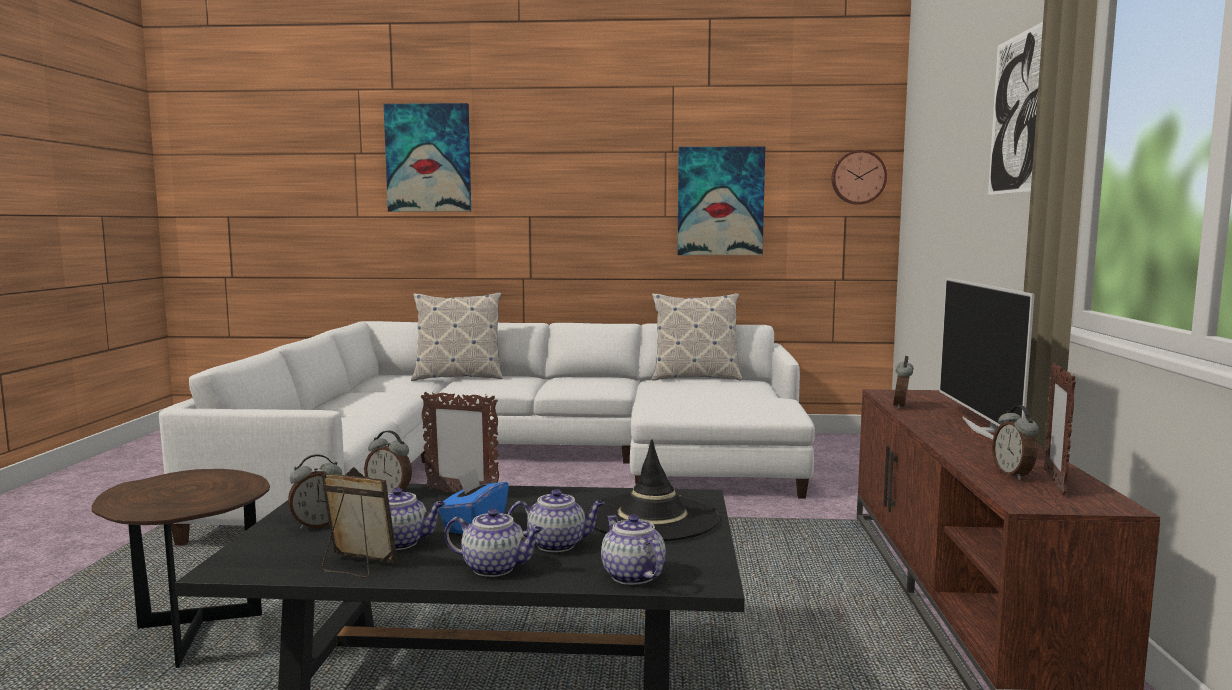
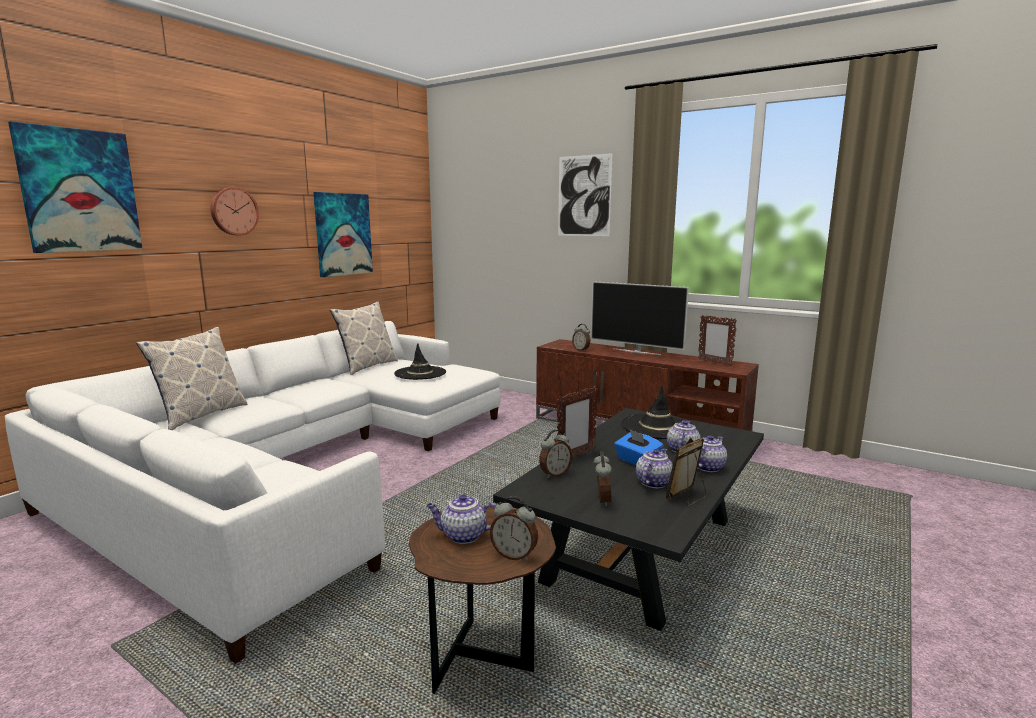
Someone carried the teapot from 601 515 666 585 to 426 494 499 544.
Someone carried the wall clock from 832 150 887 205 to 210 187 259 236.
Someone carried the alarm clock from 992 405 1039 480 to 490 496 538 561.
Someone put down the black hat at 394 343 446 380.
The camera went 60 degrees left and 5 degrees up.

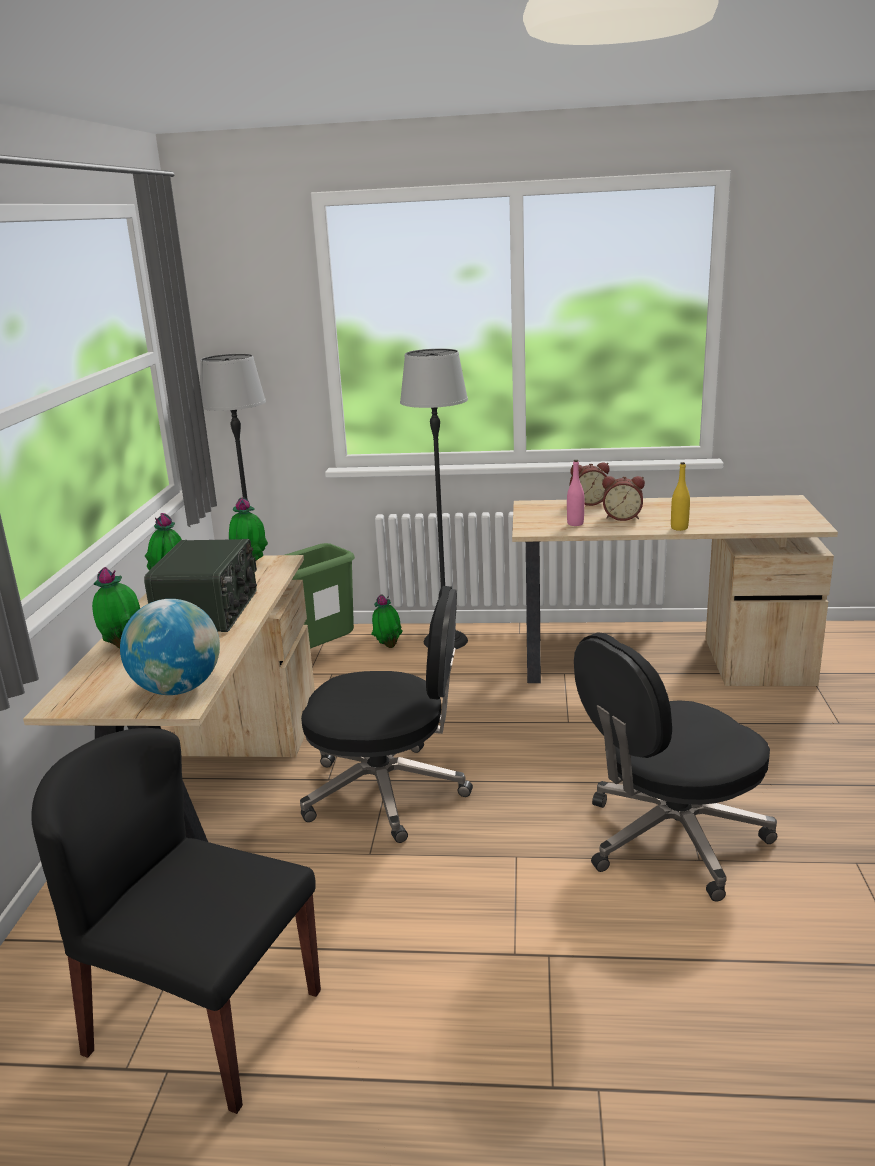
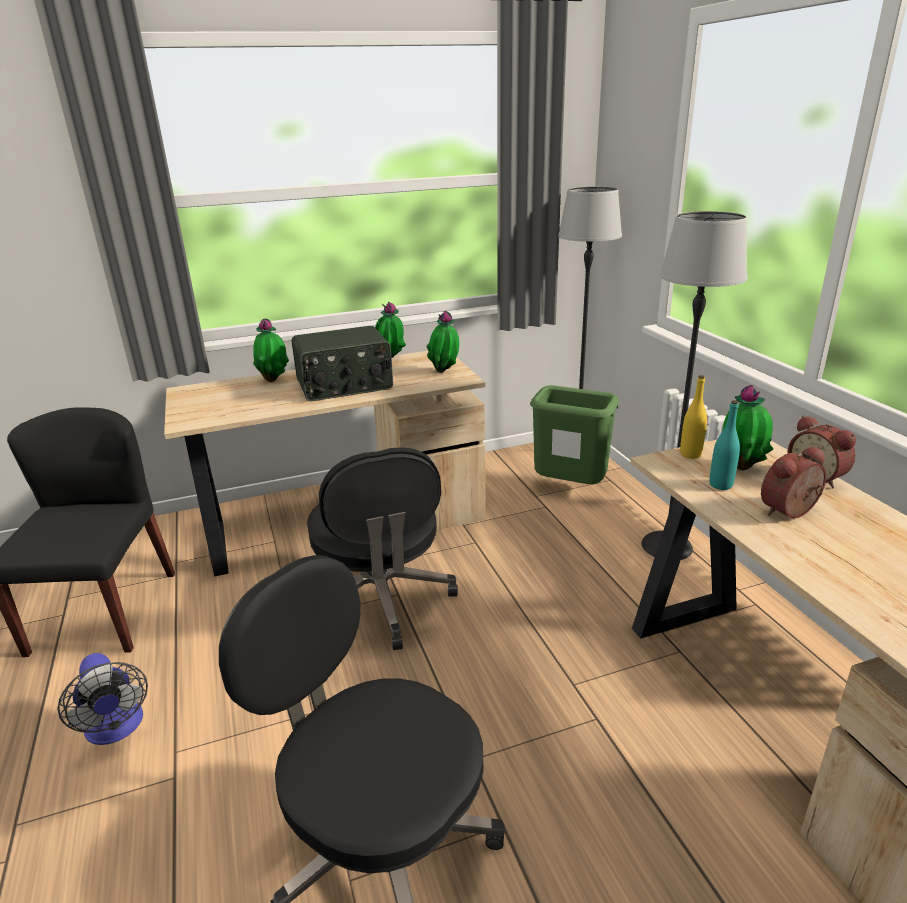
Someone took away the globe at 120 599 220 695.
Someone carried the potted plant from 371 595 403 648 to 722 385 774 470.
Someone repainted the pink bottle at 567 460 584 526, which became the turquoise bottle at 709 400 740 490.
Someone rotated the alarm clock at 602 476 645 521 by 75 degrees clockwise.
Someone carried the yellow bottle from 671 462 690 531 to 680 375 707 459.
Someone put down the fan at 57 653 148 745.
The camera went 65 degrees right and 5 degrees up.

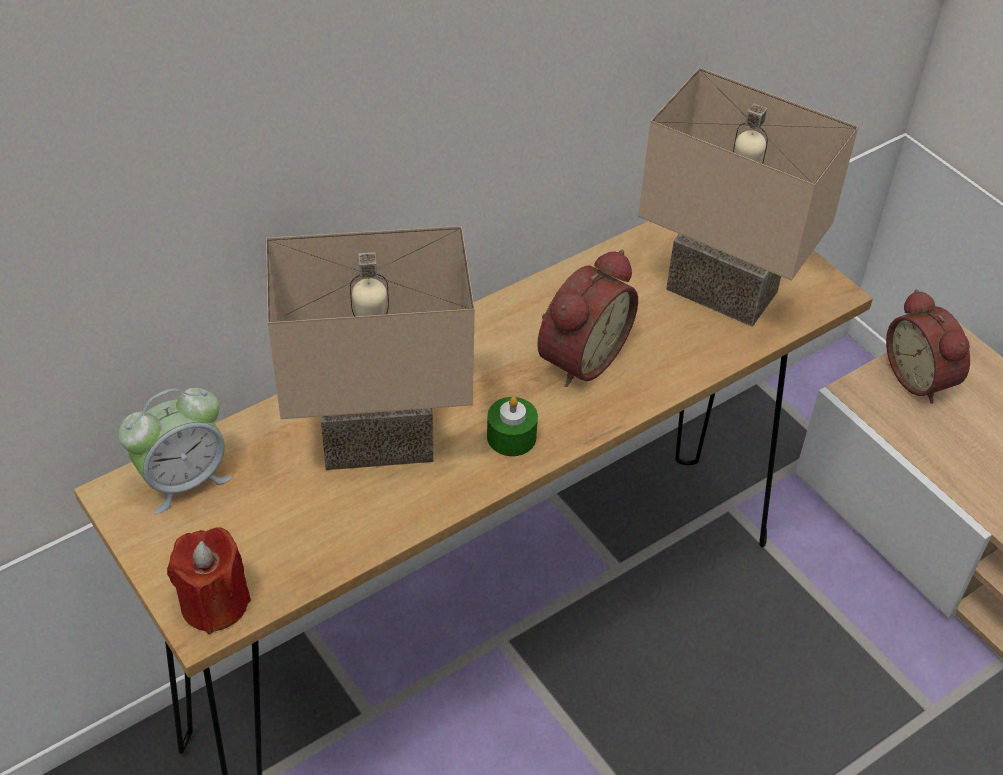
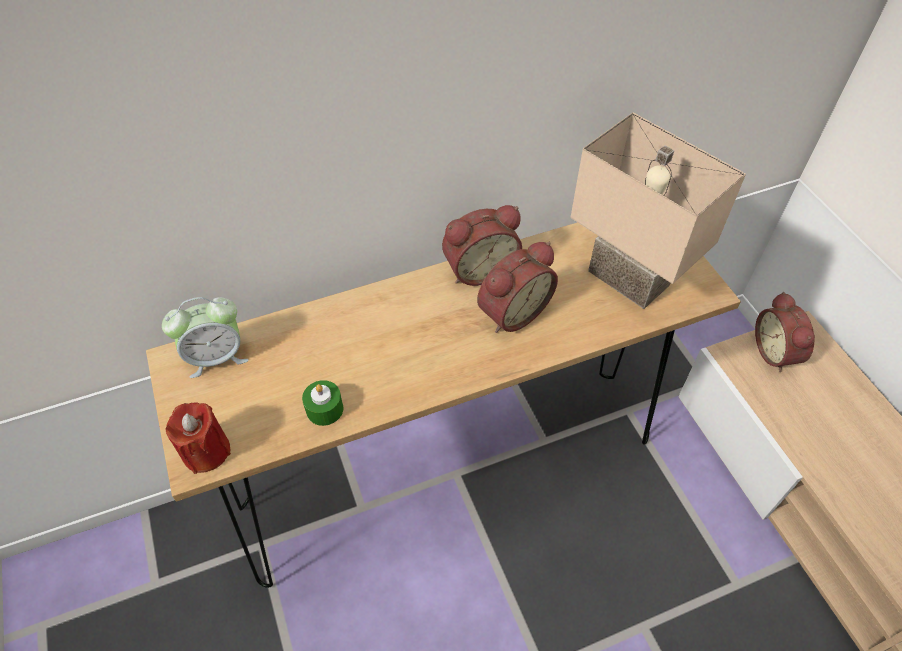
Someone took away the beige table lamp at 266 226 475 470.
Someone carried the green candle from 487 397 538 456 to 302 380 343 426.
Someone put down the alarm clock at 442 205 522 286.
The camera went 15 degrees right and 5 degrees up.

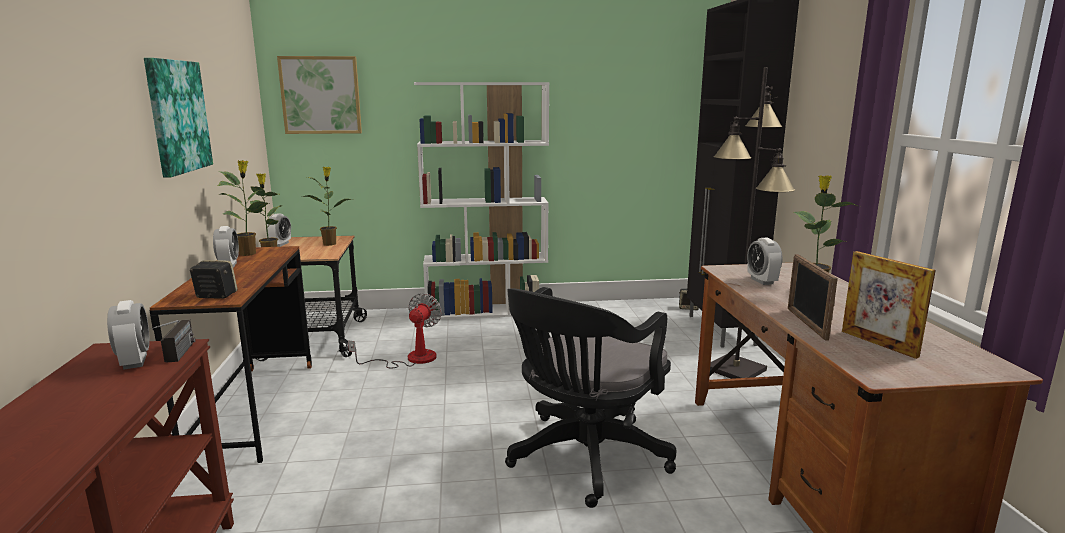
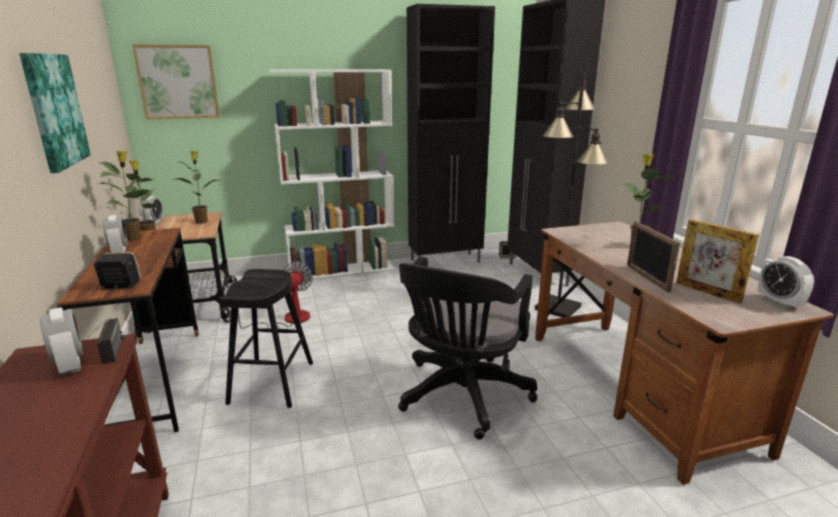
Someone carried the alarm clock from 747 238 783 285 to 758 256 814 309.
Someone put down the black stool at 219 269 313 408.
Someone put down the black cabinet at 407 4 495 263.
The camera went 10 degrees left and 5 degrees up.

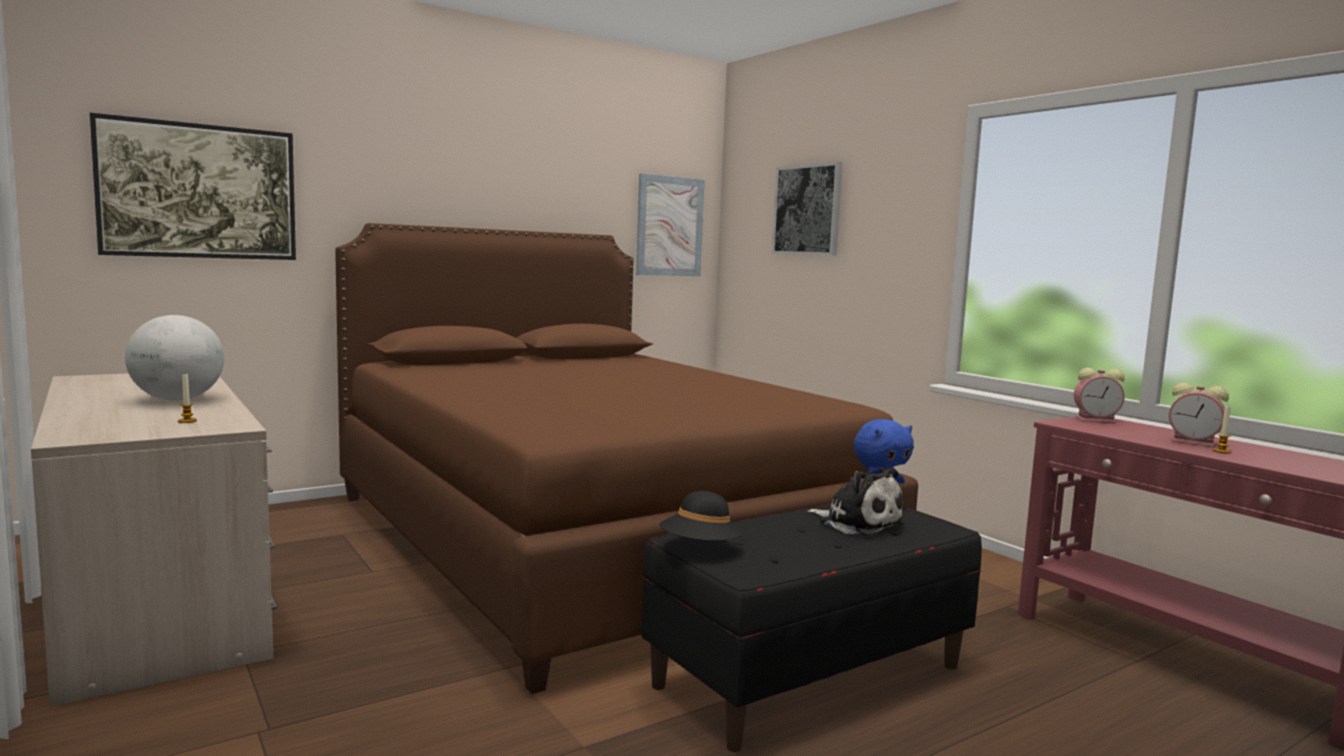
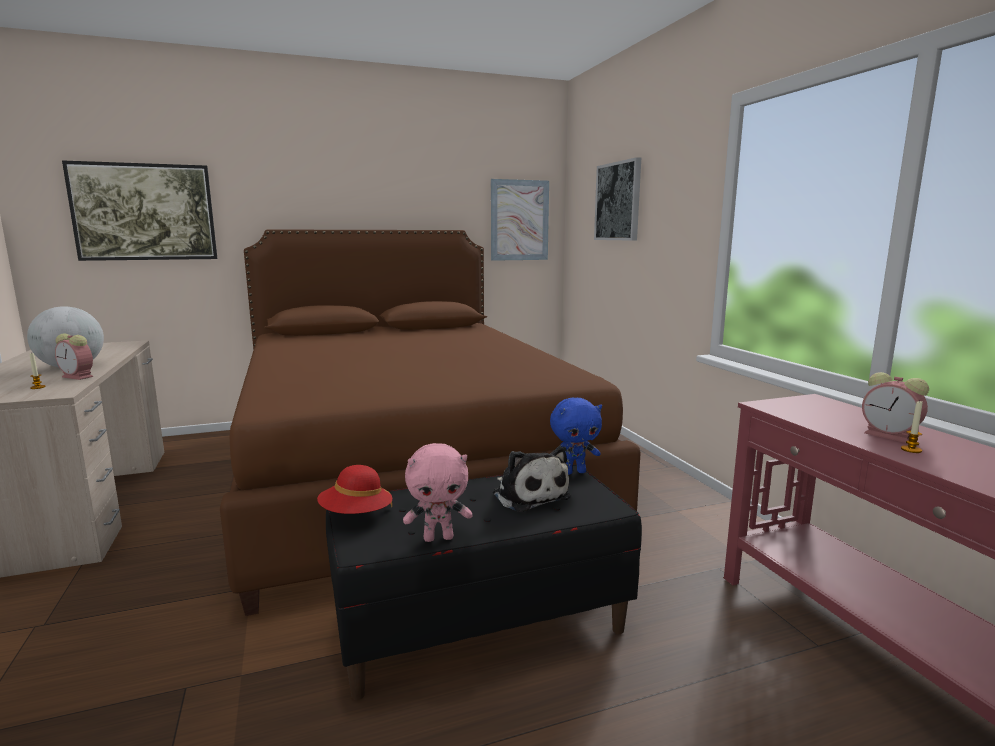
Someone repainted the black hat at 659 491 743 541, which became the red hat at 317 465 392 514.
Someone carried the alarm clock from 1074 368 1125 423 to 55 333 93 380.
Someone put down the pink plush toy at 403 443 473 542.
The camera went 15 degrees right and 5 degrees up.

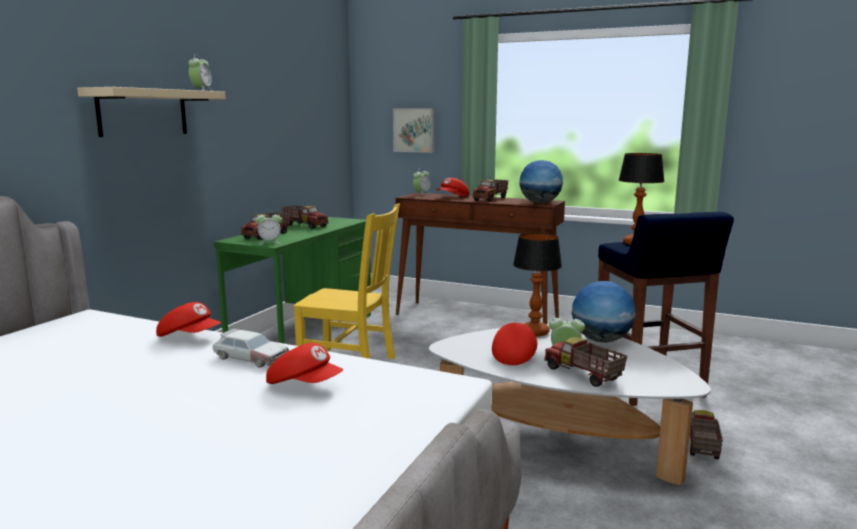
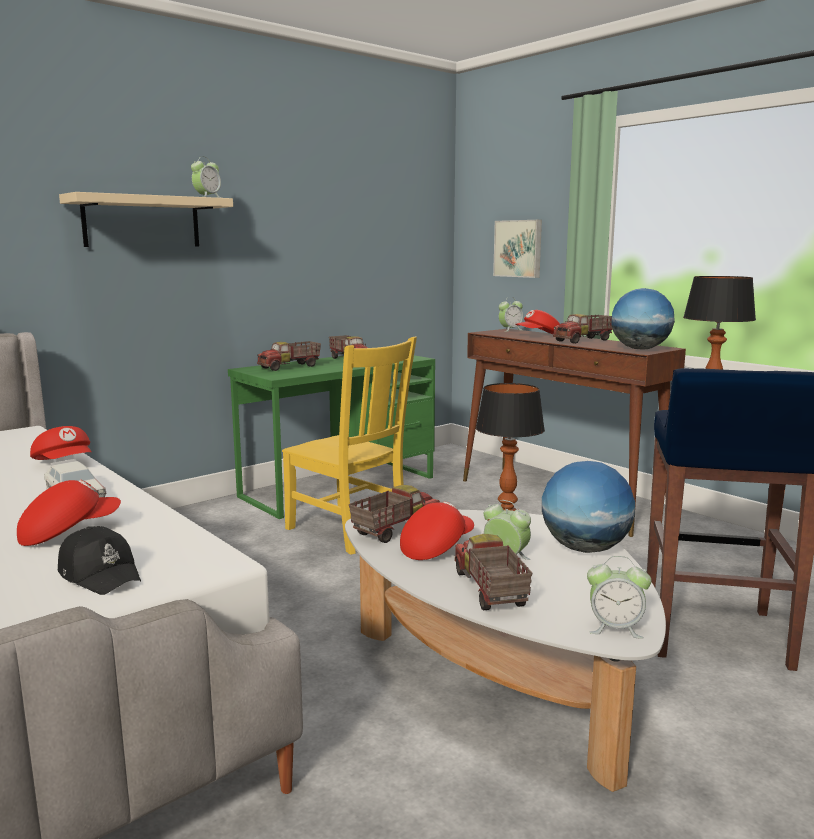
Someone carried the alarm clock from 255 212 282 245 to 587 556 651 639.
Someone rotated the red cap at 266 343 343 384 by 90 degrees counterclockwise.
Someone carried the toy truck from 690 410 723 460 to 349 485 440 543.
Someone put down the black cap at 58 526 141 595.
The camera went 25 degrees right and 0 degrees up.

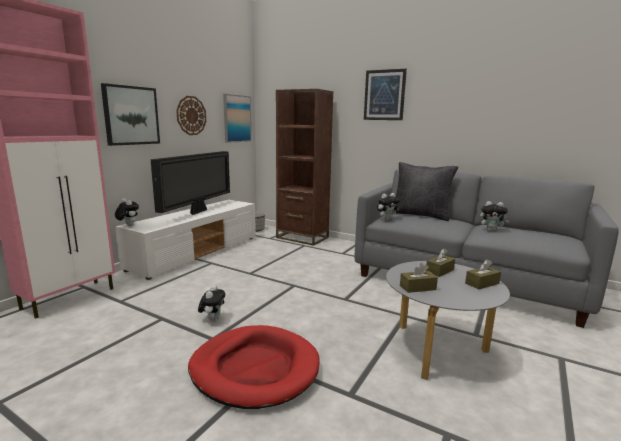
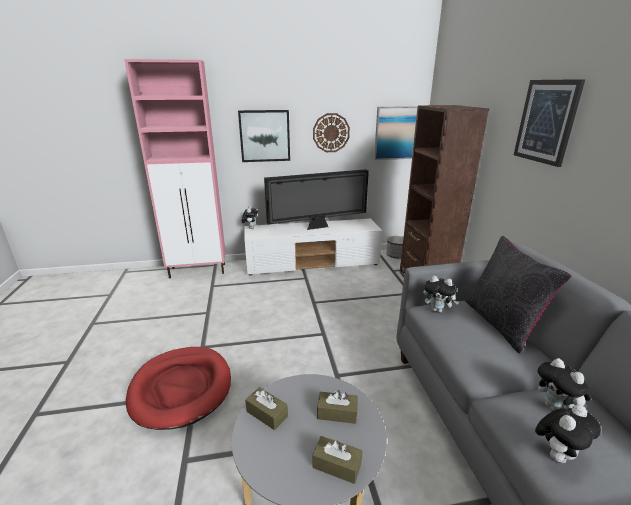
Someone carried the plush toy from 198 285 225 322 to 535 404 601 463.
The camera went 50 degrees right and 10 degrees up.

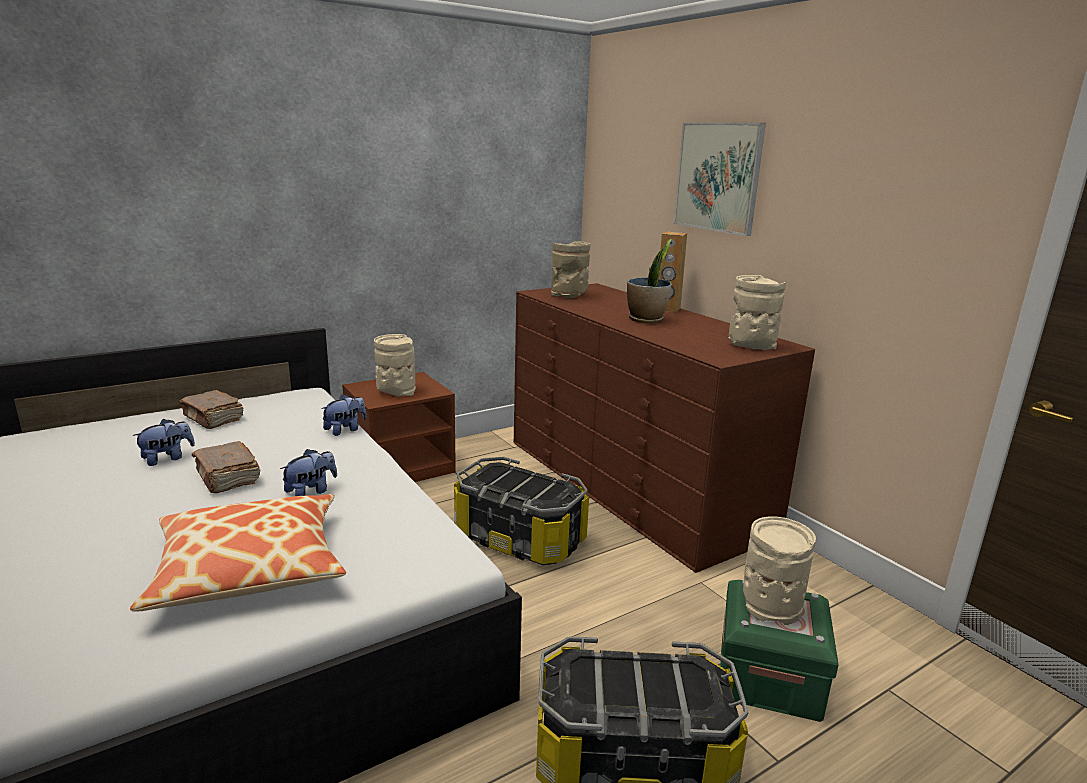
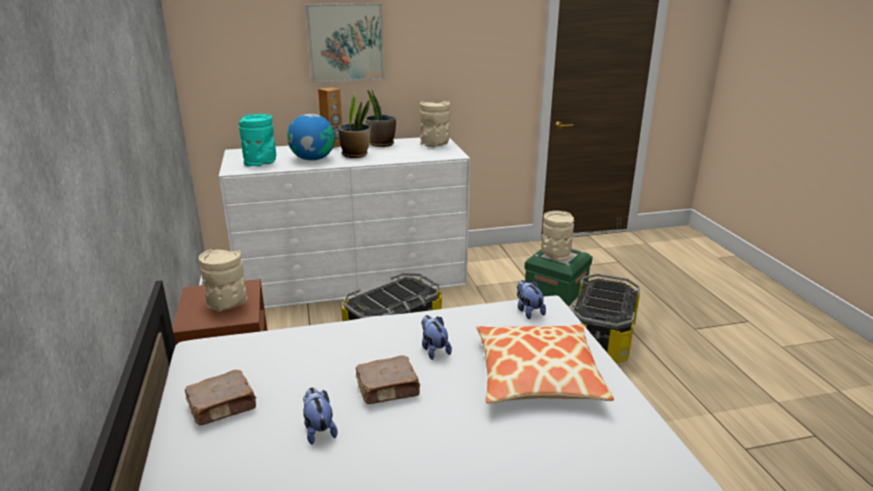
Someone carried the plush toy from 321 394 367 436 to 517 280 546 319.
Someone repainted the brown dresser at 514 283 815 573, which became the white dresser at 219 137 470 308.
Someone repainted the beige vase at 551 241 590 298, which became the turquoise vase at 239 114 276 167.
Someone put down the globe at 287 114 335 160.
Someone put down the potted plant at 365 89 396 147.
The camera went 70 degrees left and 5 degrees up.

